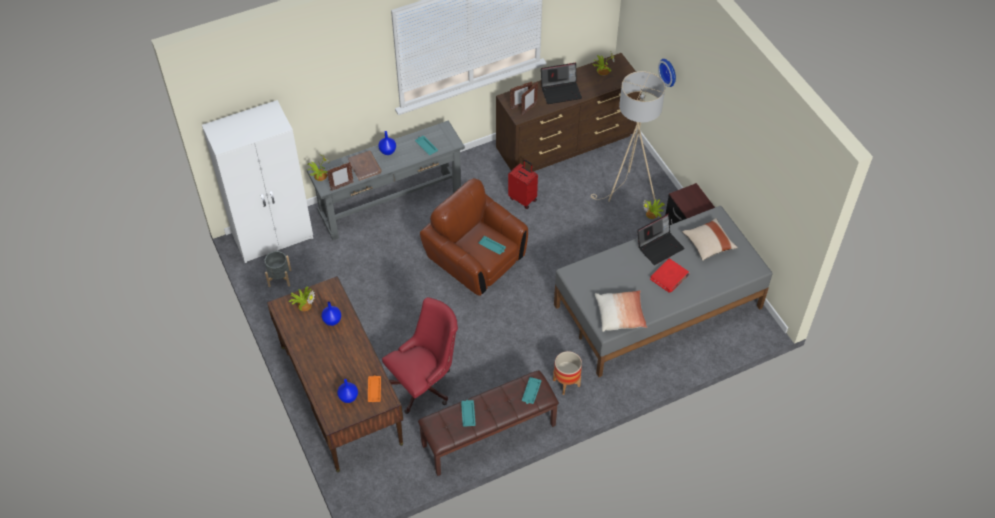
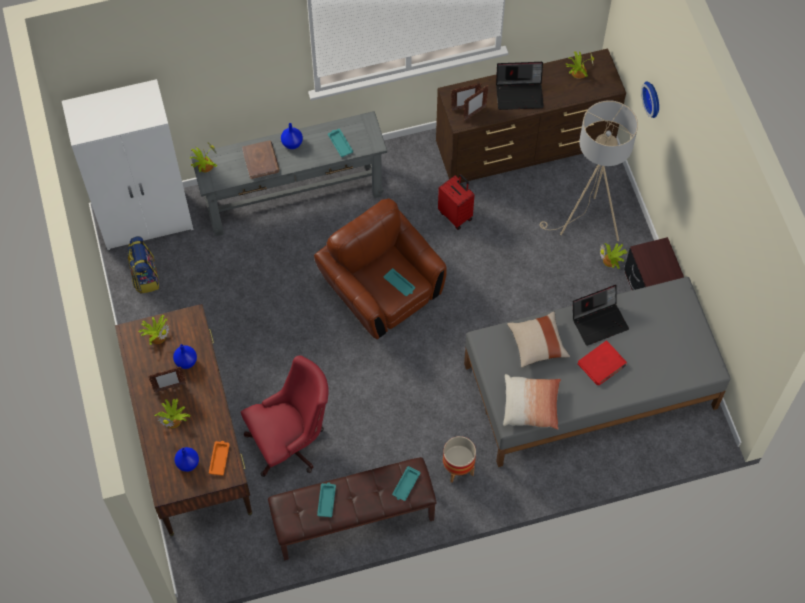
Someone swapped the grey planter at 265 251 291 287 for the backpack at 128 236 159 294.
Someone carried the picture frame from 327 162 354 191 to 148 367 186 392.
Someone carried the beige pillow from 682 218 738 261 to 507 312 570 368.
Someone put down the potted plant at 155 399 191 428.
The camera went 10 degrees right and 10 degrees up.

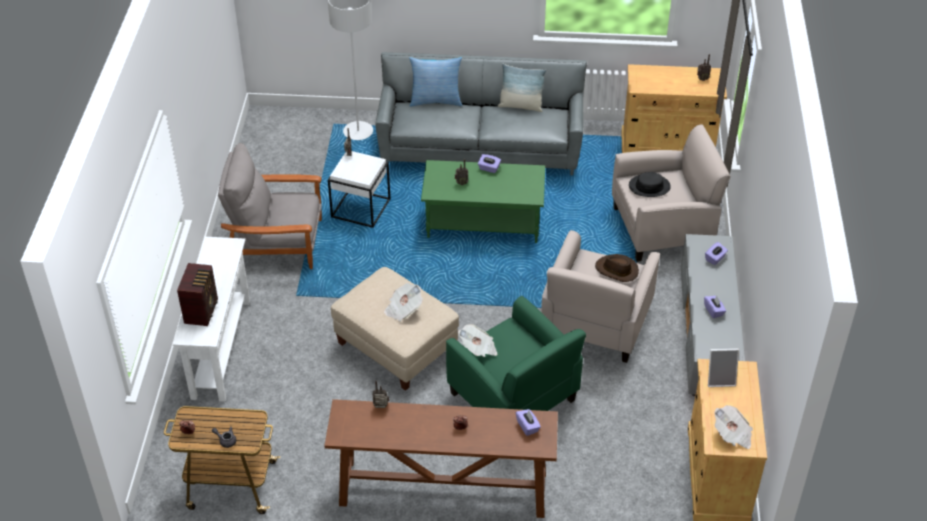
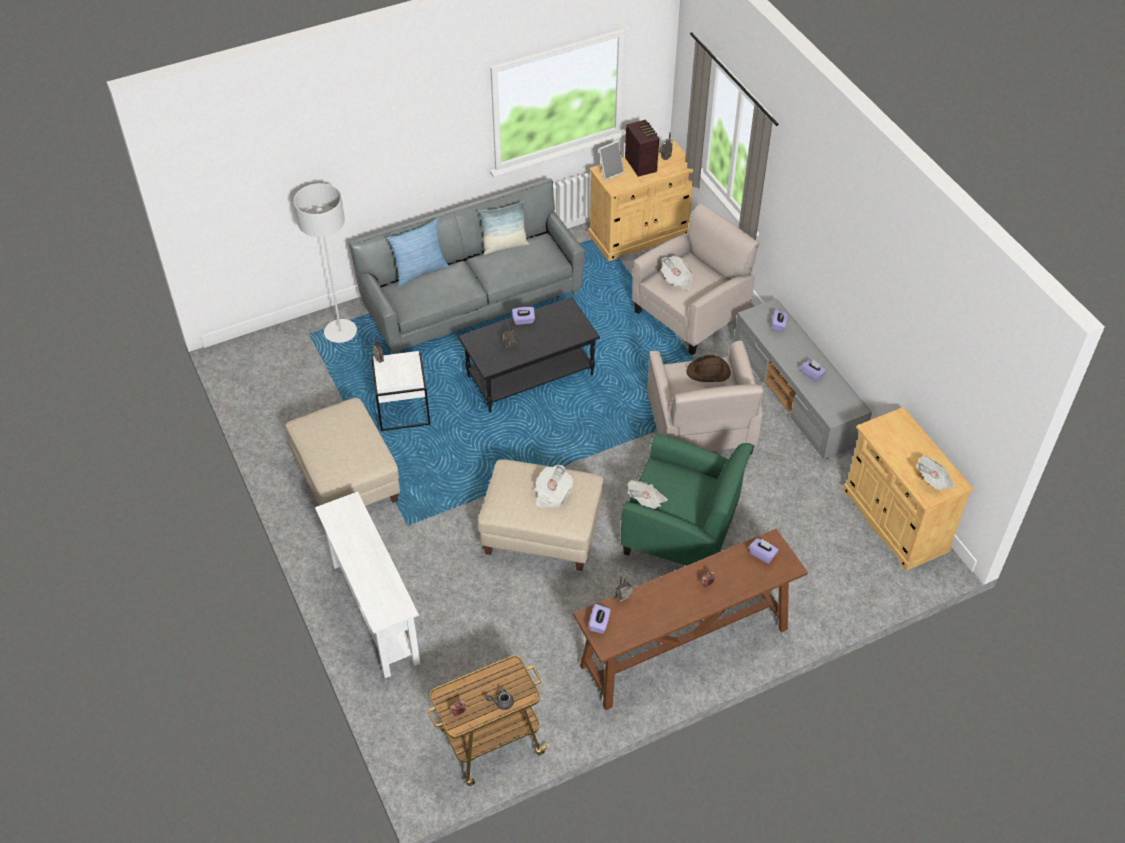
Someone carried the radio from 177 263 218 326 to 625 120 659 177.
Someone swapped the grey armchair at 218 143 322 269 for the beige ottoman at 285 398 400 506.
Someone repainted the green coffee table at 421 160 545 243, which became the black coffee table at 458 297 600 412.
Someone swapped the black hat at 629 172 671 197 for the newspaper at 661 256 694 290.
Someone carried the picture frame from 708 348 739 387 to 599 141 624 180.
Someone put down the purple tissue box at 589 604 610 634.
The camera went 30 degrees left and 5 degrees up.

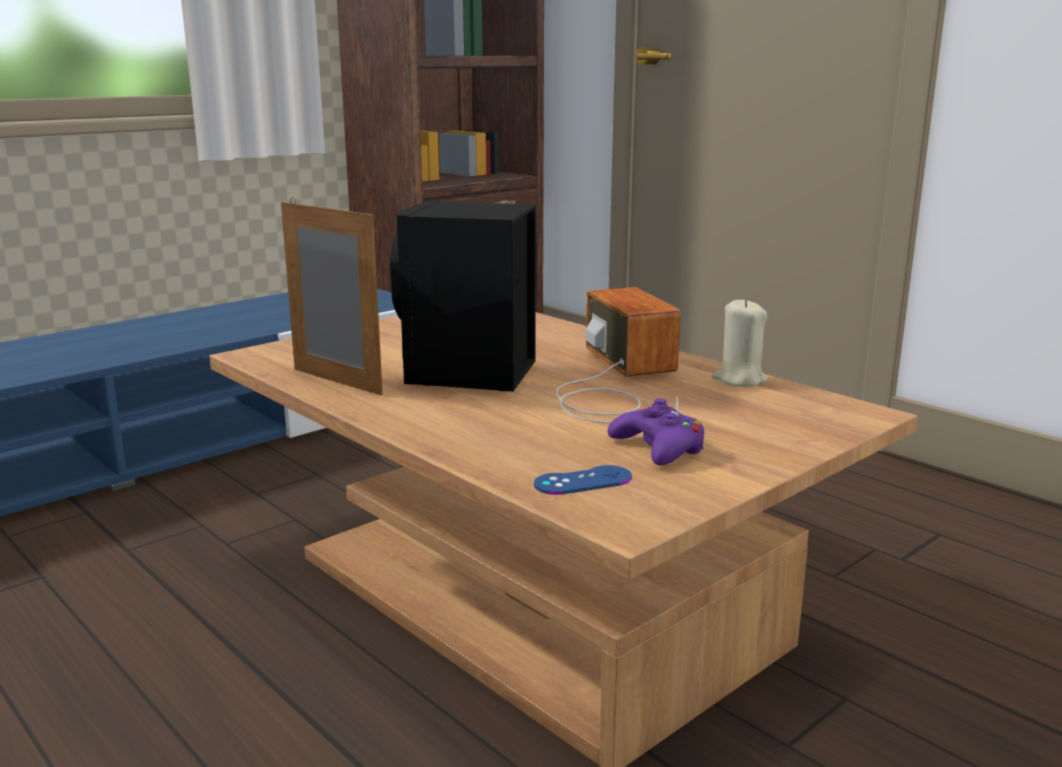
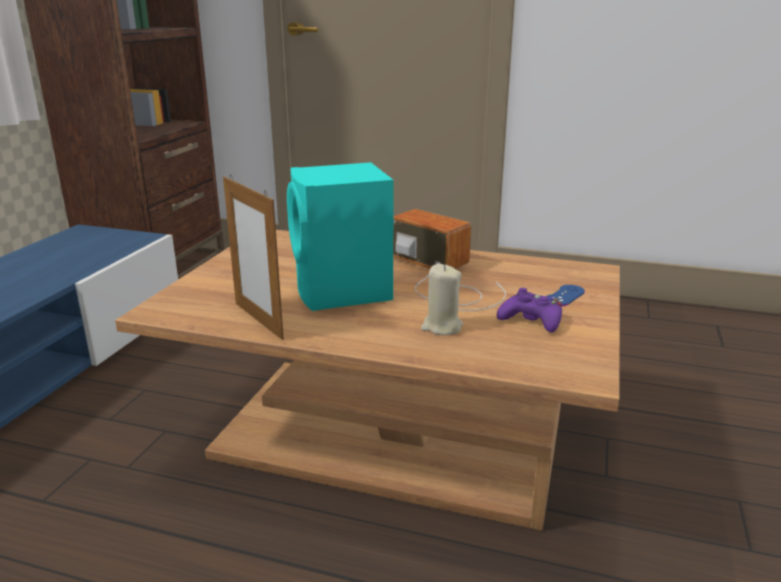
Someone rotated the picture frame at 281 198 383 395 by 135 degrees counterclockwise.
Someone repainted the black speaker at 390 200 536 391, which became the turquoise speaker at 287 162 393 311.
Someone carried the blue game controller from 534 465 632 495 to 547 285 585 306.
Someone carried the beige candle from 712 299 767 387 to 421 264 463 335.
The camera went 30 degrees left and 5 degrees up.

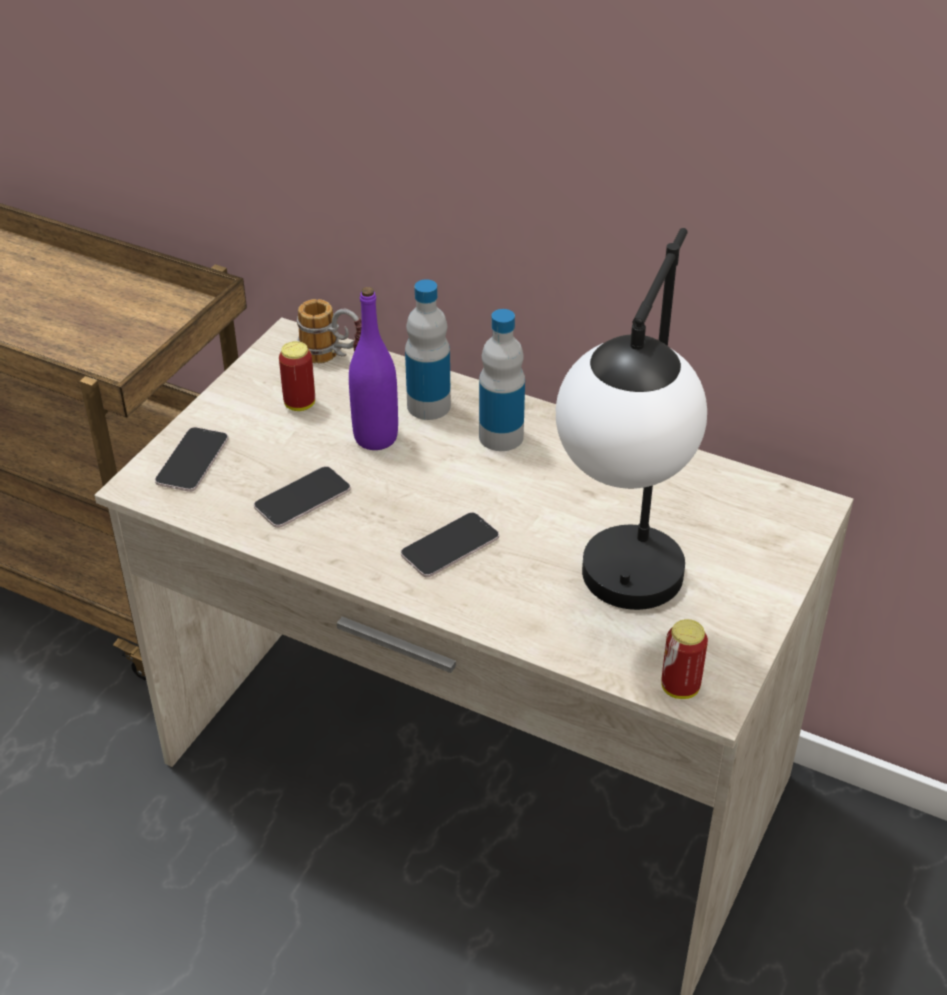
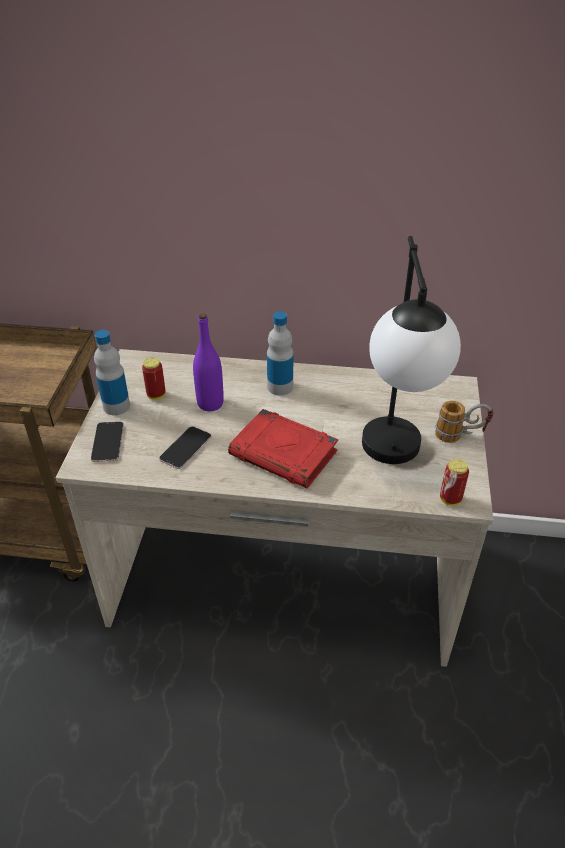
Someone carried the mug from 297 299 362 363 to 435 401 494 443.
Someone swapped the phone at 401 512 499 577 for the red book at 228 409 338 488.
Someone carried the bottle from 405 279 451 420 to 94 330 130 415.
The camera went 20 degrees left and 0 degrees up.

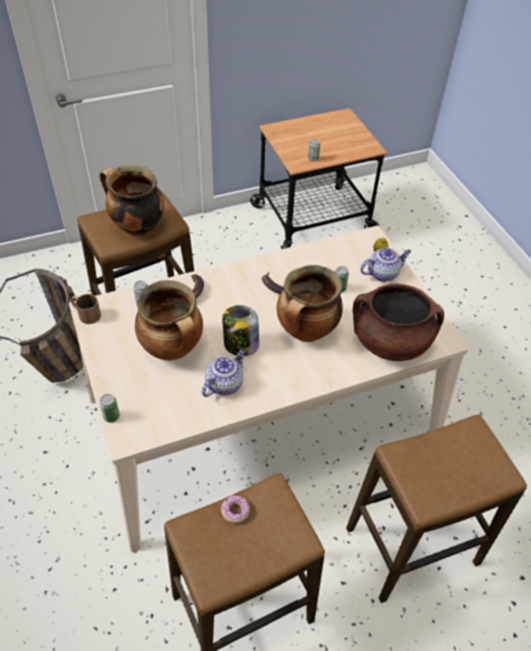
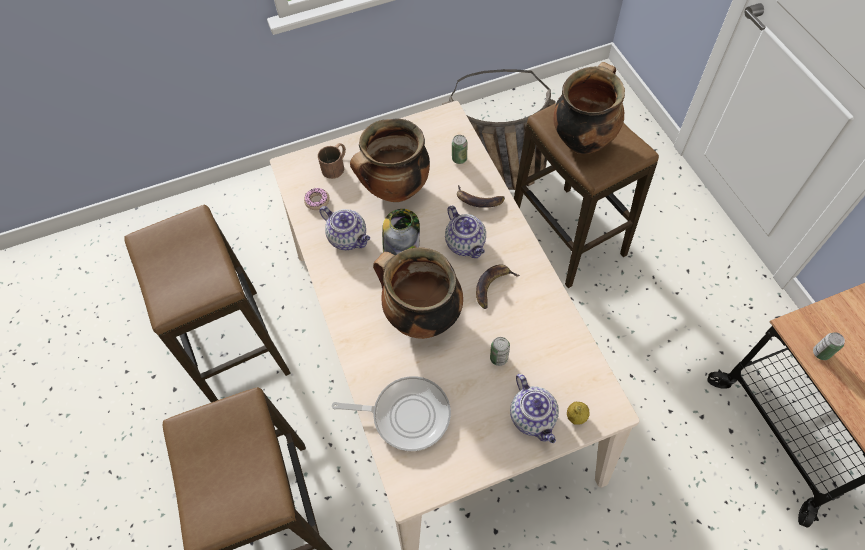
Someone carried the brown mug from 71 294 101 324 to 318 143 346 179.
Someone took away the can at 100 394 120 423.
Someone carried the donut from 221 495 250 523 to 304 188 330 210.
Someone swapped the brown cooking pot at 352 284 444 361 for the frying pan at 332 376 451 451.
Someone put down the teapot at 445 206 486 258.
The camera went 95 degrees right and 10 degrees up.

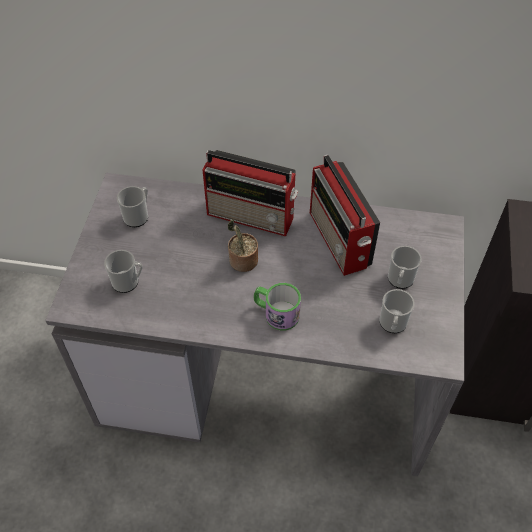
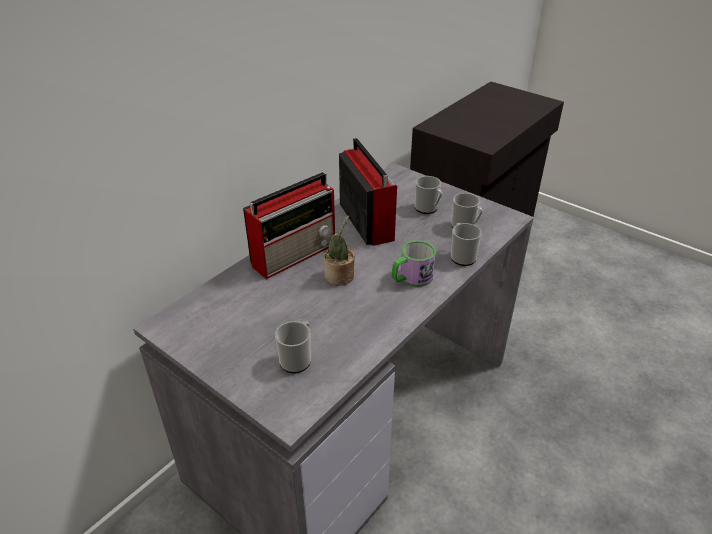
Someone carried the mug from 117 186 148 227 to 451 223 482 266.
Someone rotated the radio at 310 155 380 276 by 120 degrees counterclockwise.
The camera went 60 degrees left and 15 degrees down.

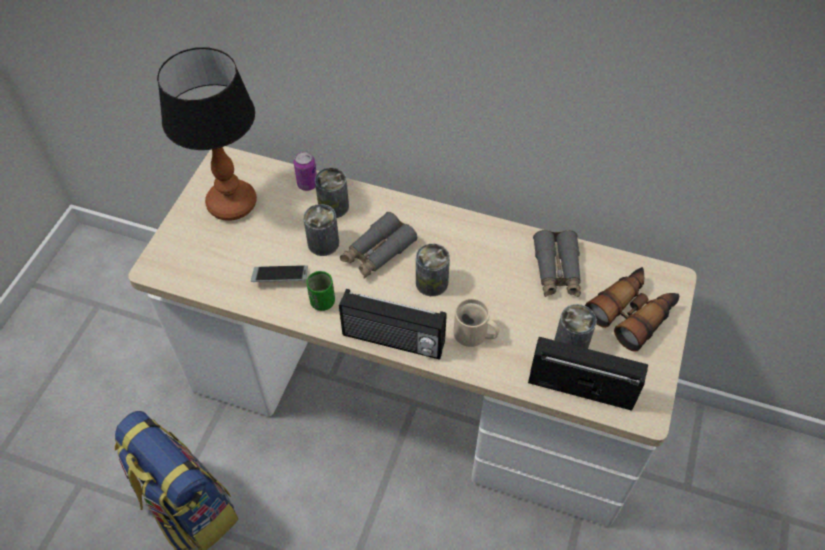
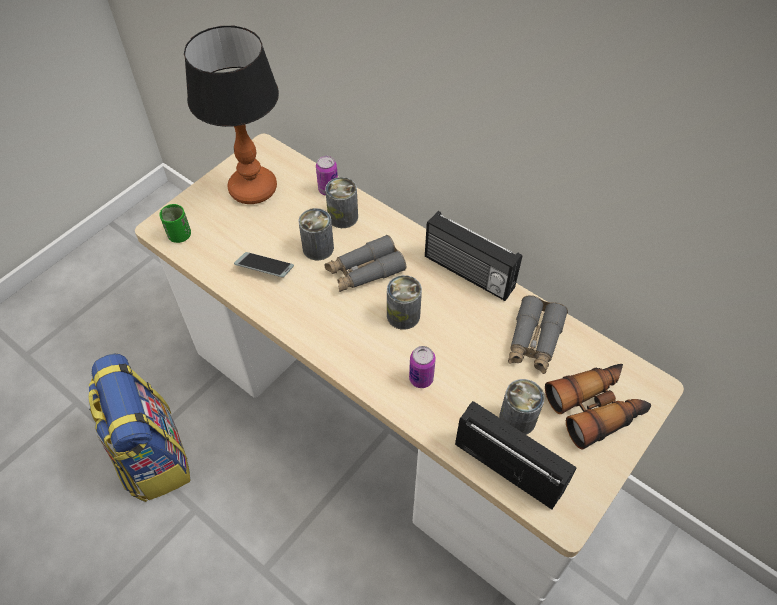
Someone carried the green cup from 306 271 335 311 to 159 204 191 243.
Someone carried the radio from 339 289 447 360 to 425 211 522 301.
Someone swapped the beige mug at 454 298 499 347 for the can at 409 346 436 388.
The camera went 20 degrees right and 0 degrees up.

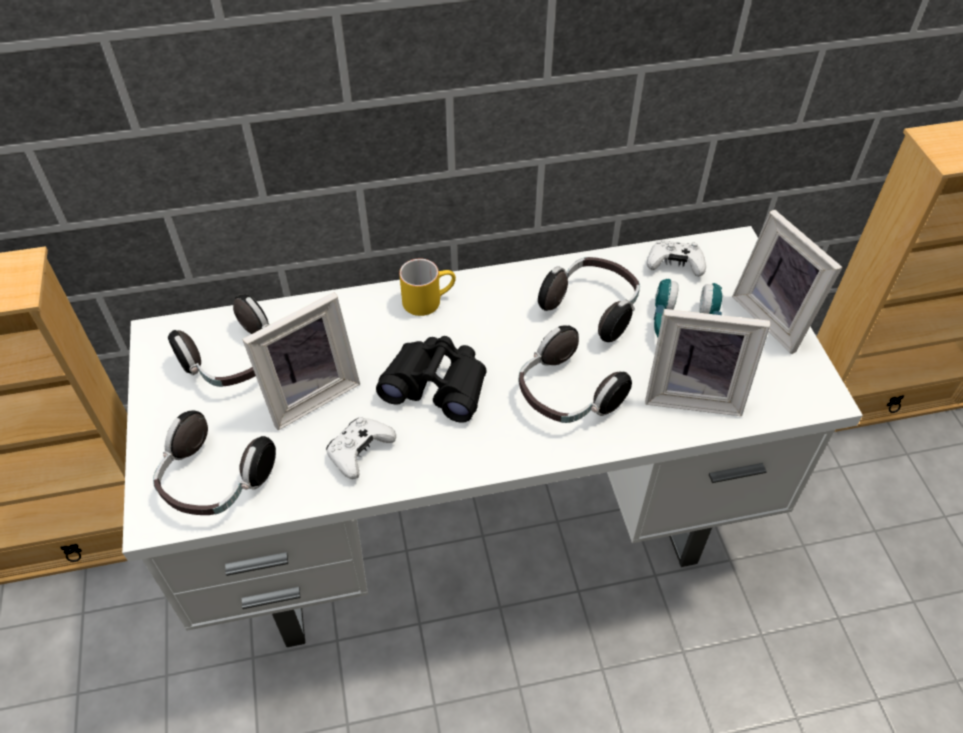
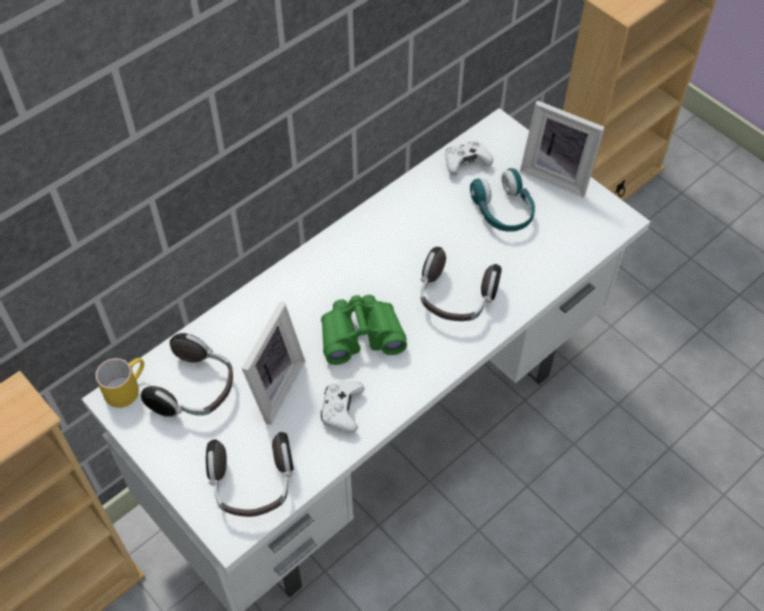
Someone repainted the black binoculars at 376 336 487 423, which became the green binoculars at 321 295 407 365.
Someone carried the yellow mug from 399 258 456 316 to 95 358 144 408.
Someone took away the headphones at 538 257 640 342.
Someone took away the picture frame at 645 309 770 416.
The camera went 30 degrees left and 5 degrees up.

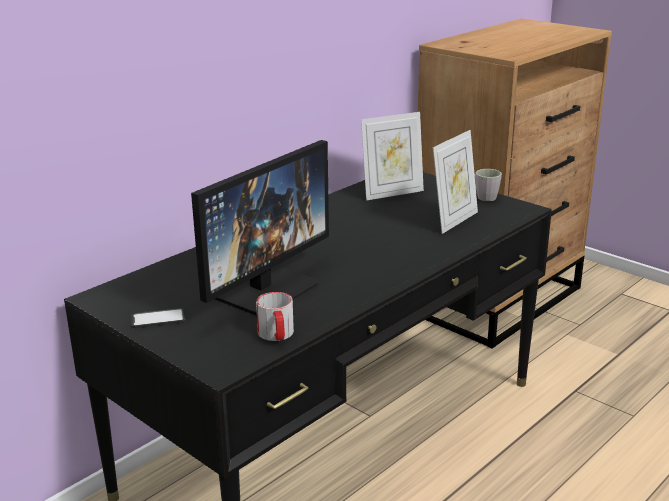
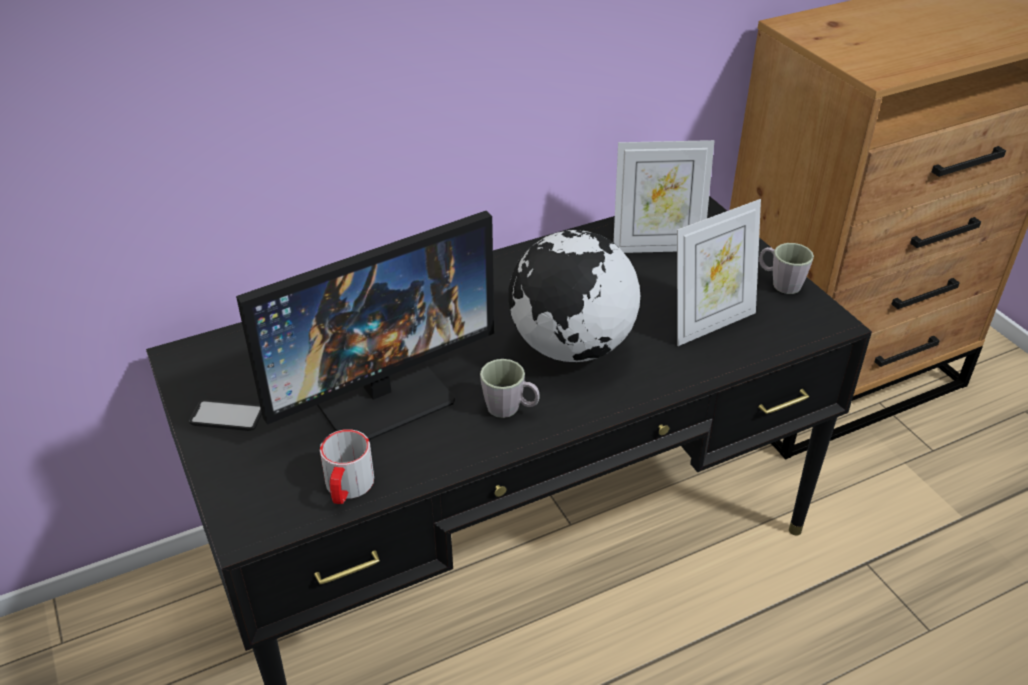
Someone put down the grey mug at 480 359 540 418.
Someone put down the globe at 508 230 640 362.
The camera went 20 degrees right and 15 degrees up.

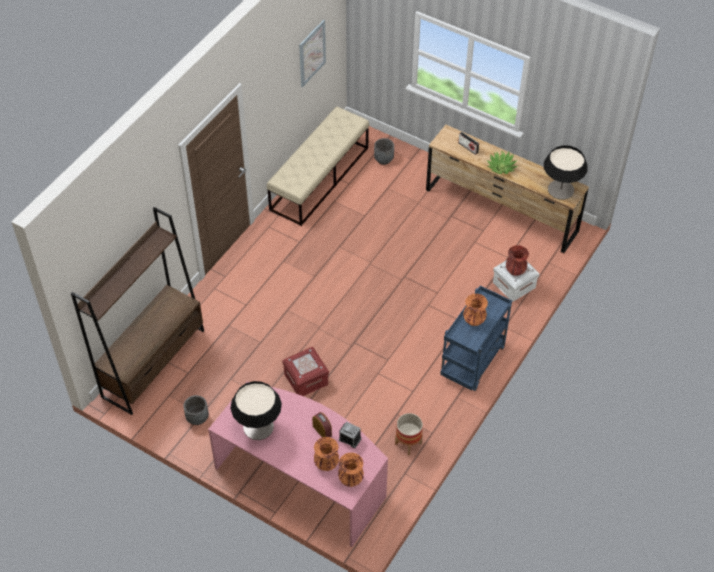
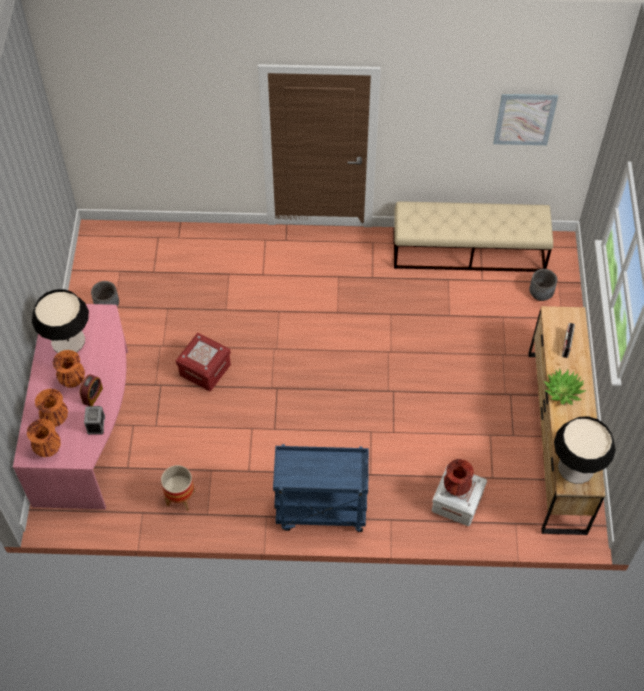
Someone took away the brown bookcase at 71 207 204 415.
Someone carried the orange vase from 463 294 488 326 to 53 350 85 388.
The camera went 60 degrees right and 5 degrees up.

